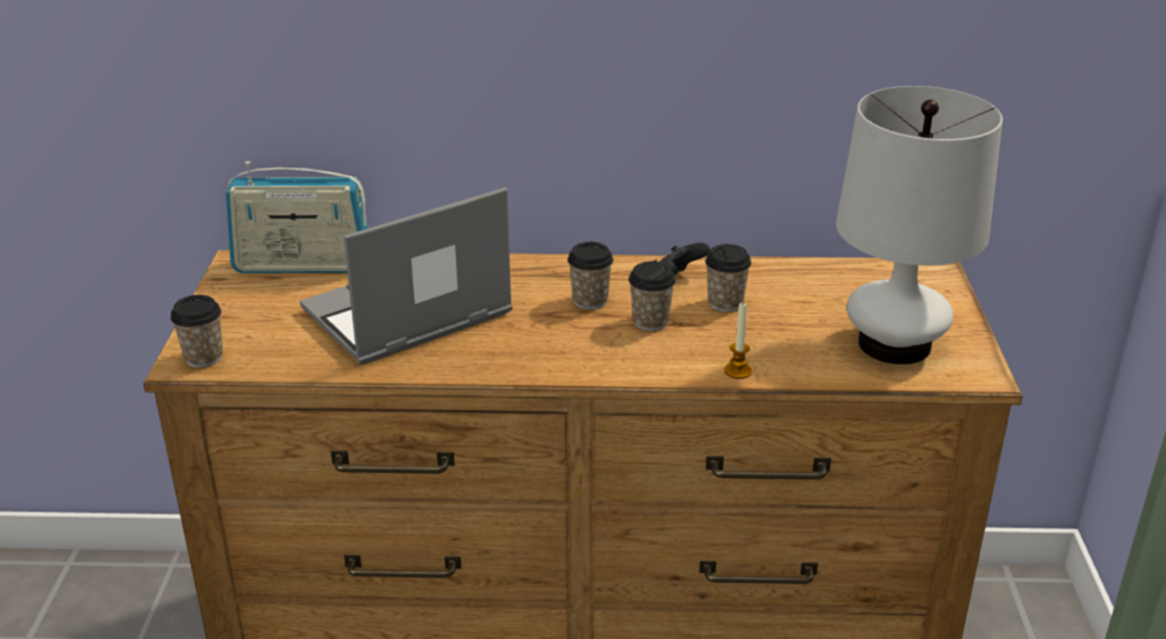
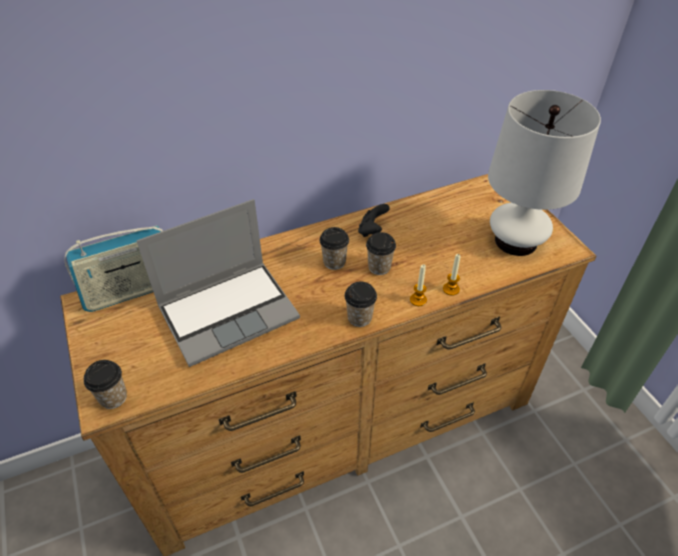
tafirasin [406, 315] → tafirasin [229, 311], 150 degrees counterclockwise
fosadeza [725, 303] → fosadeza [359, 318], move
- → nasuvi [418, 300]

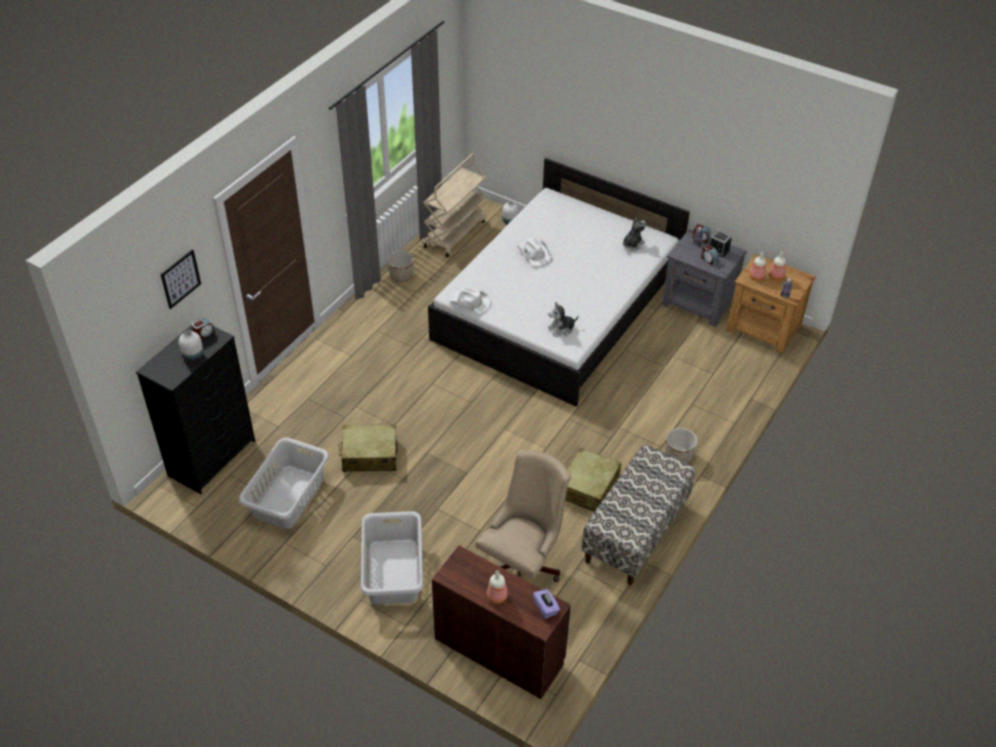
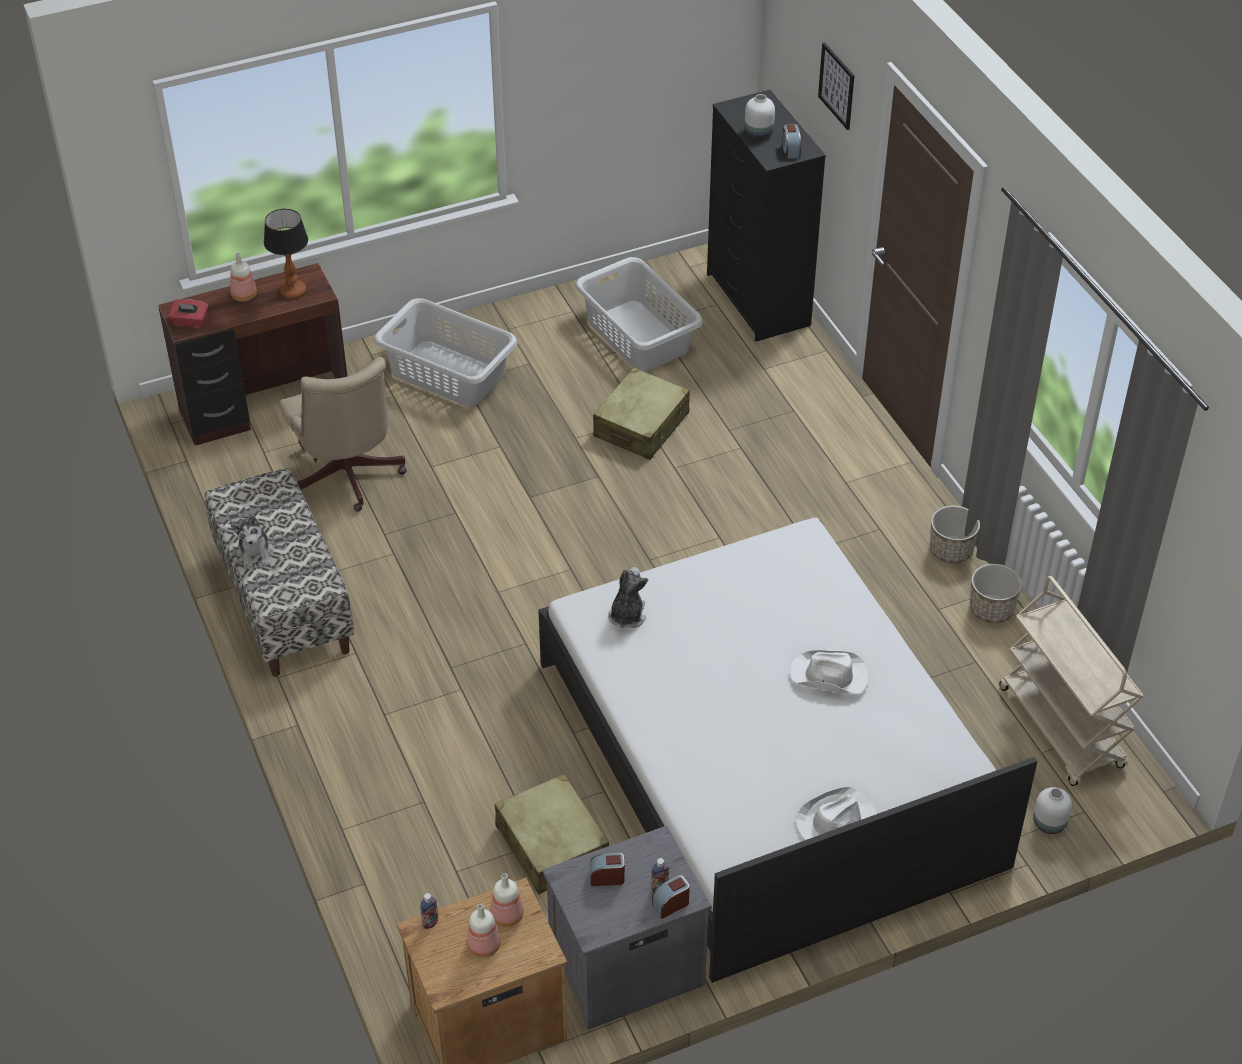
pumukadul [632, 244] → pumukadul [255, 553], move
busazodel [718, 250] → -
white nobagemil [470, 302] → white nobagemil [835, 821], move
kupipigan [678, 456] → kupipigan [951, 551], move
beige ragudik [588, 488] → beige ragudik [551, 845], move
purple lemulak [546, 608] → red lemulak [190, 322]
- → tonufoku [293, 291]

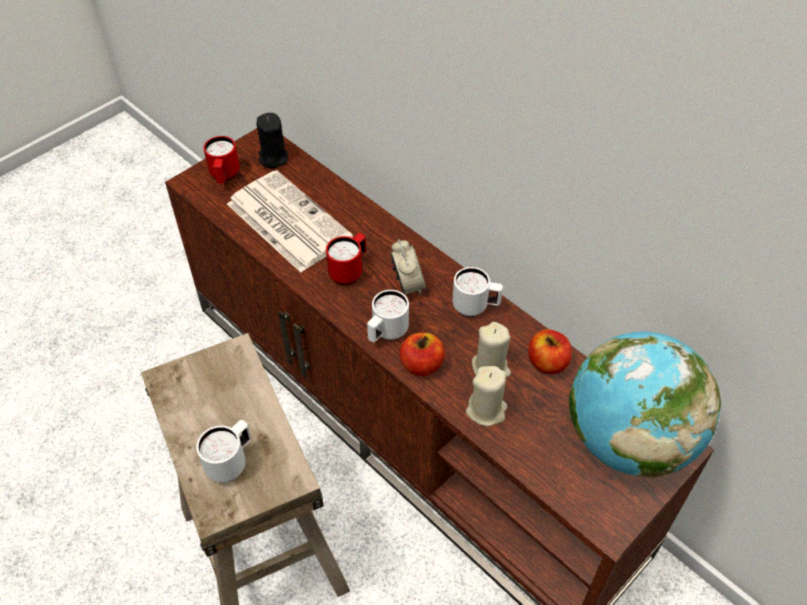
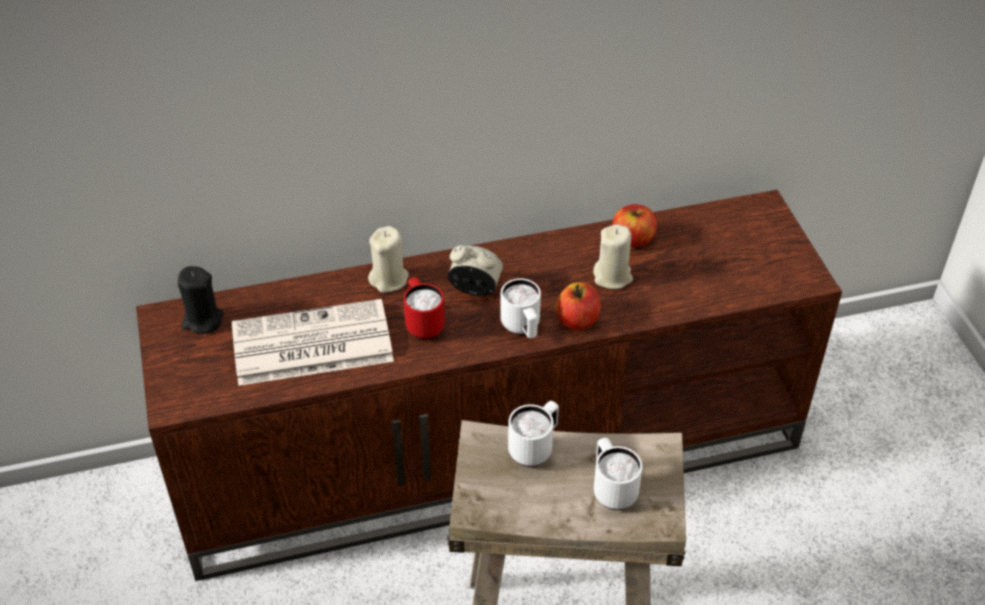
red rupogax [224, 177] → -
white rupogax [475, 307] → white rupogax [534, 448], move
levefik [628, 439] → -
beige nasuvi [486, 410] → beige nasuvi [389, 279], move

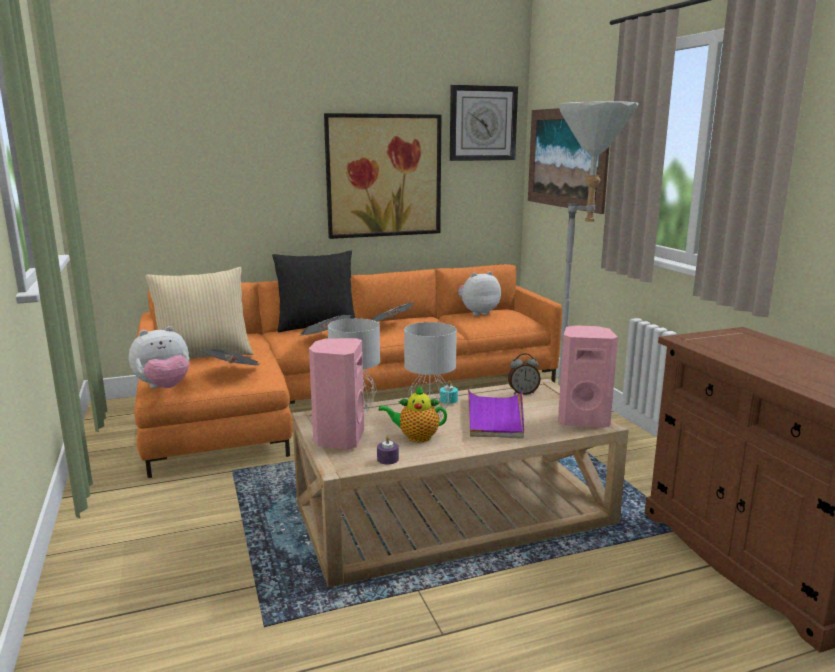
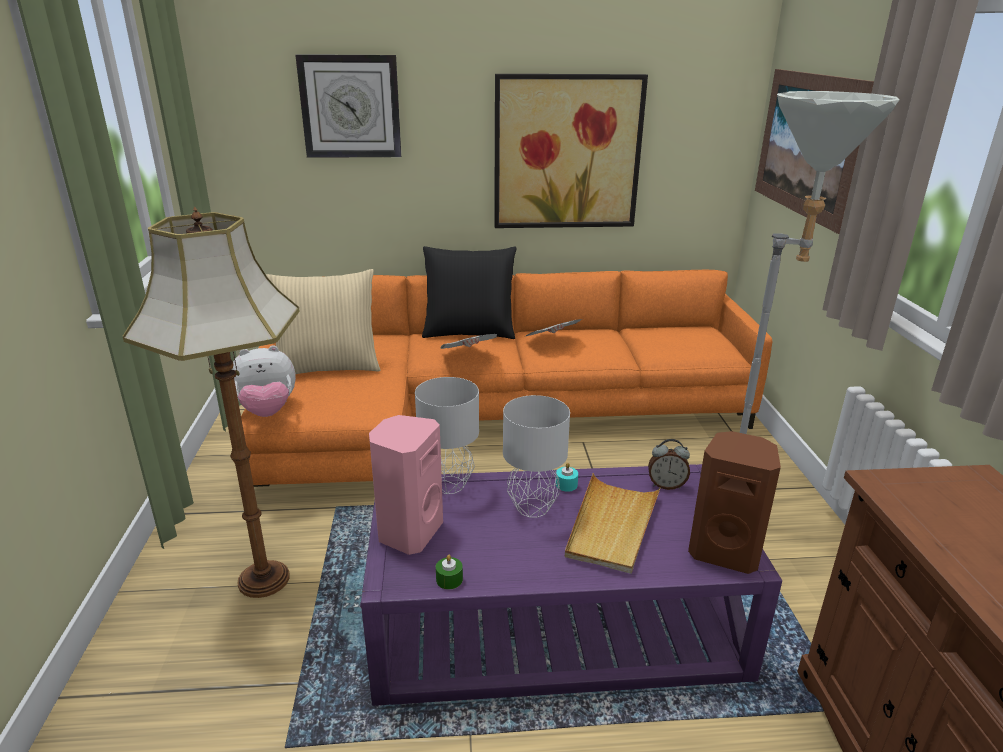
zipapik [482, 123] → zipapik [350, 107], move
pumukadul [478, 313] → -
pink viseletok [582, 420] → brown viseletok [724, 551]
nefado [234, 373] → -
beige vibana [453, 512] → purple vibana [554, 618]
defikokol [415, 437] → -
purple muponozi [495, 417] → beige muponozi [612, 526]
purple nasuvi [388, 459] → green nasuvi [449, 579]
- → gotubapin [262, 581]

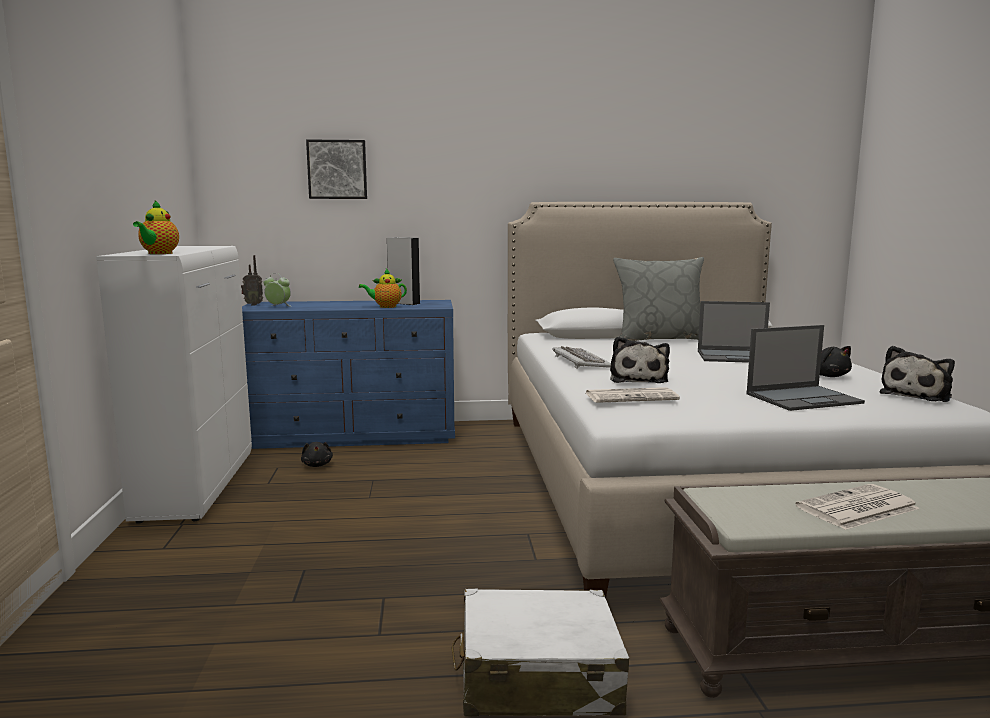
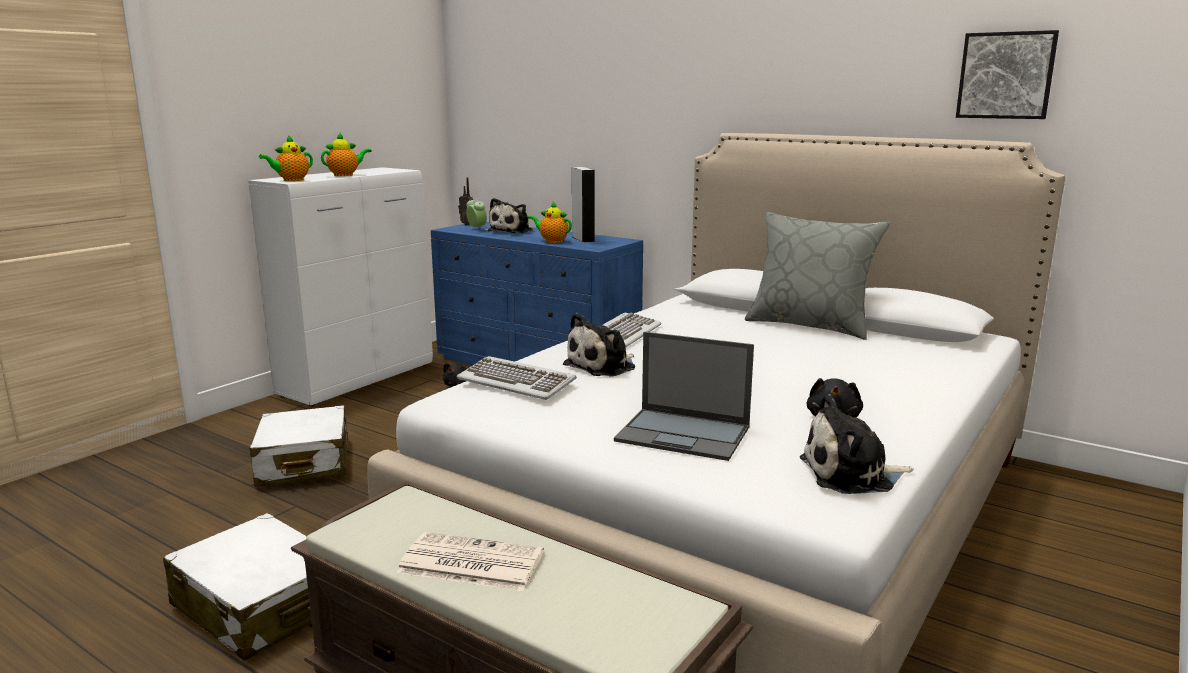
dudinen [337, 169] → dudinen [1006, 75], move
tafirasin [736, 357] → -
nefado [632, 396] → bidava [517, 382]
- → defikokol [345, 175]
- → pumukadul [512, 231]
- → white ragudik [304, 464]

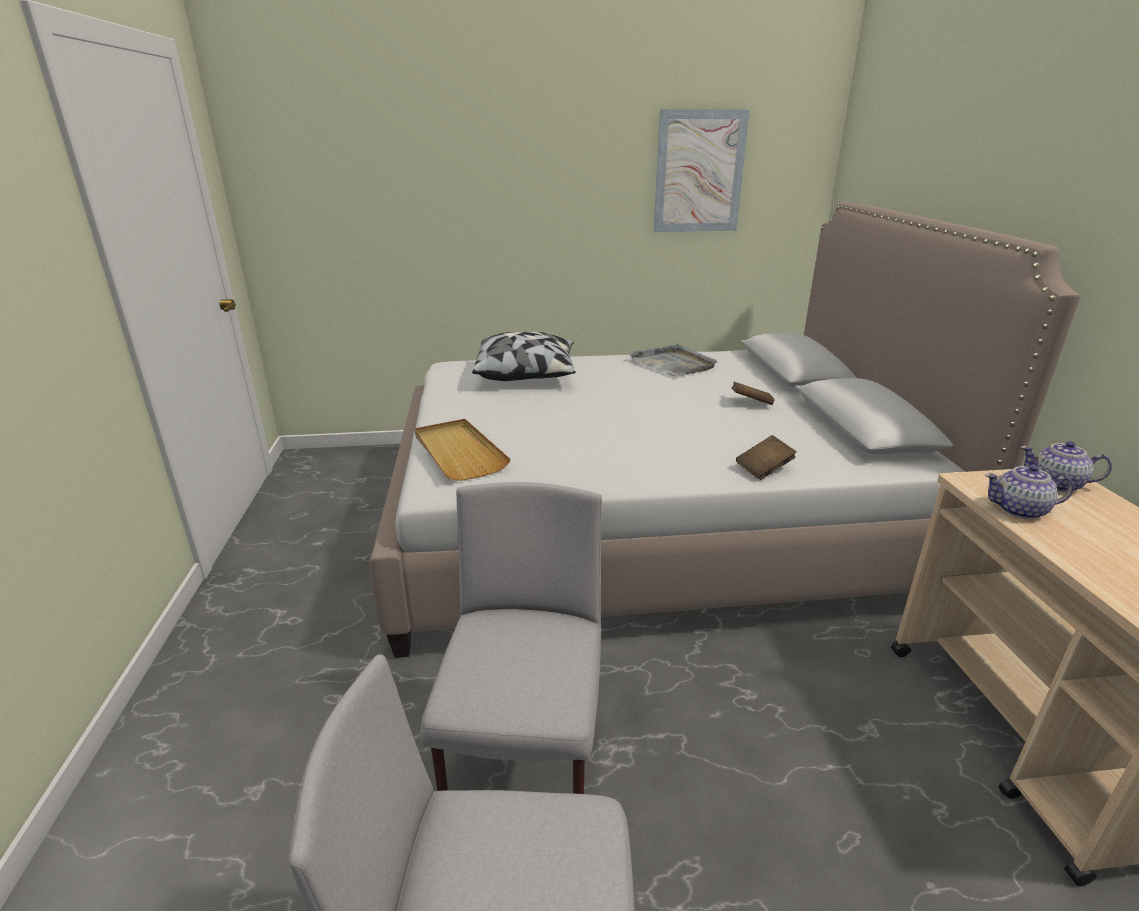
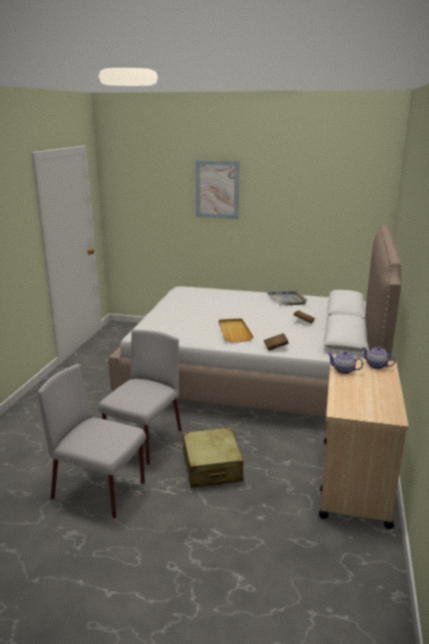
dudinen [699, 172] → dudinen [217, 189], move
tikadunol [526, 374] → -
beige muponozi [458, 452] → beige muponozi [234, 332], move
- → beige ragudik [211, 467]

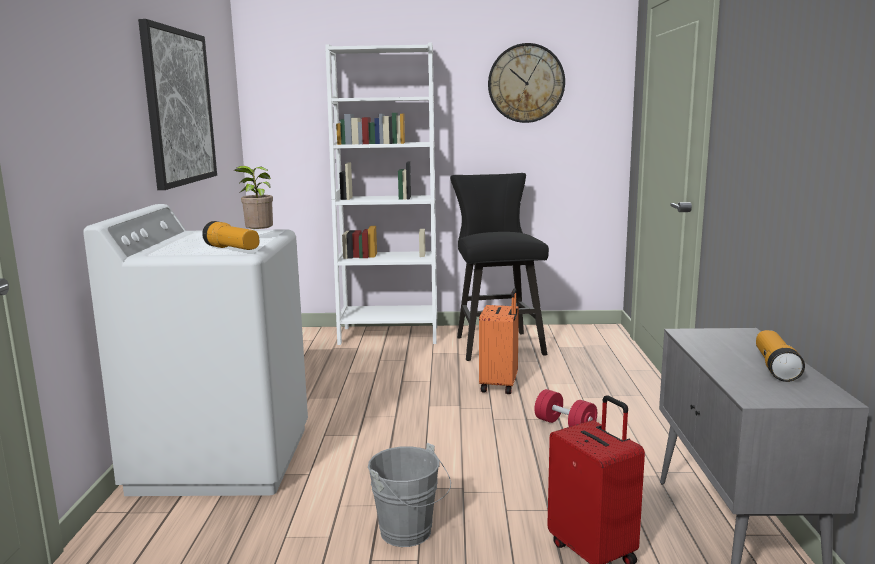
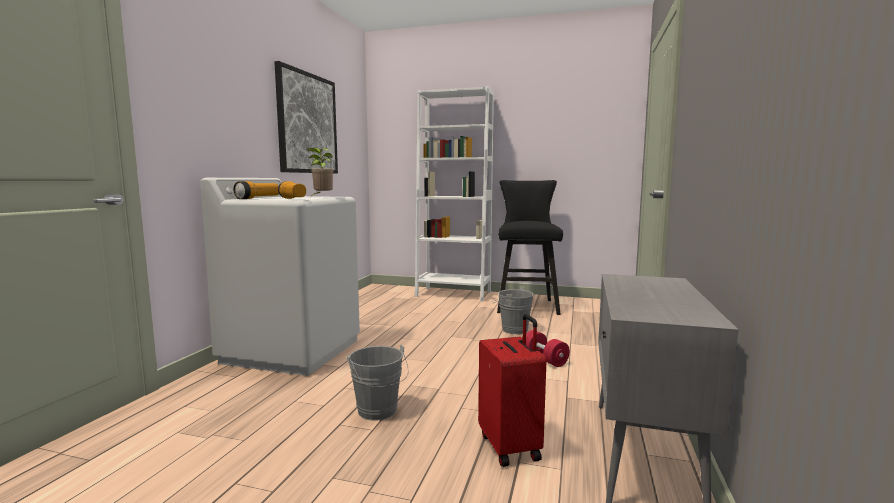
zipapik [526, 83] → -
orange ragudik [500, 385] → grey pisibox [512, 329]
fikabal [775, 367] → fikabal [258, 198], move

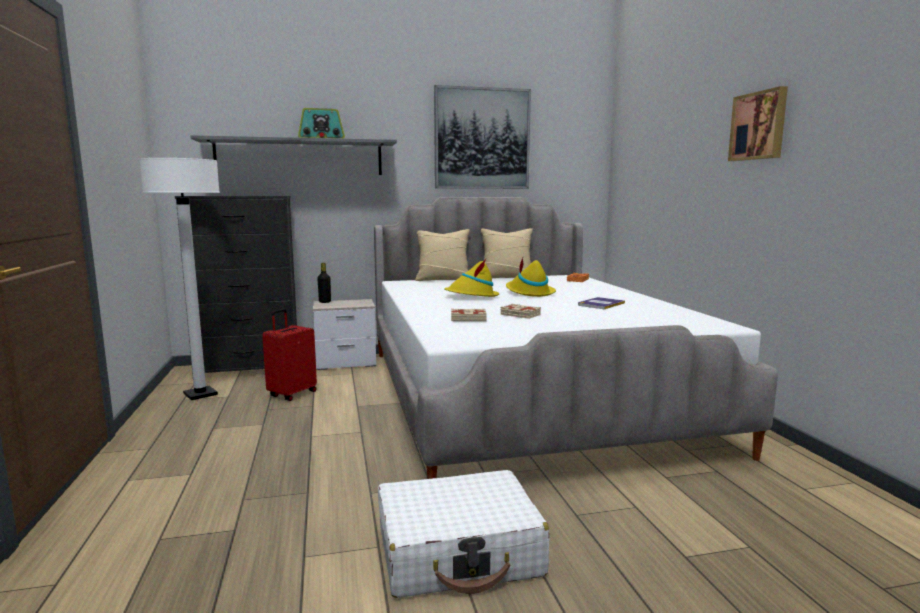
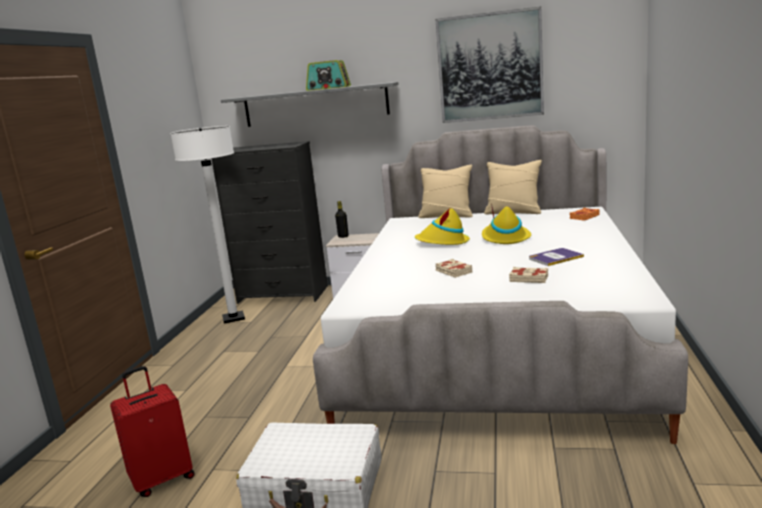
dudinen [759, 126] → -
red ragudik [292, 394] → red ragudik [162, 479], move
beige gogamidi [468, 319] → beige gogamidi [529, 278], move

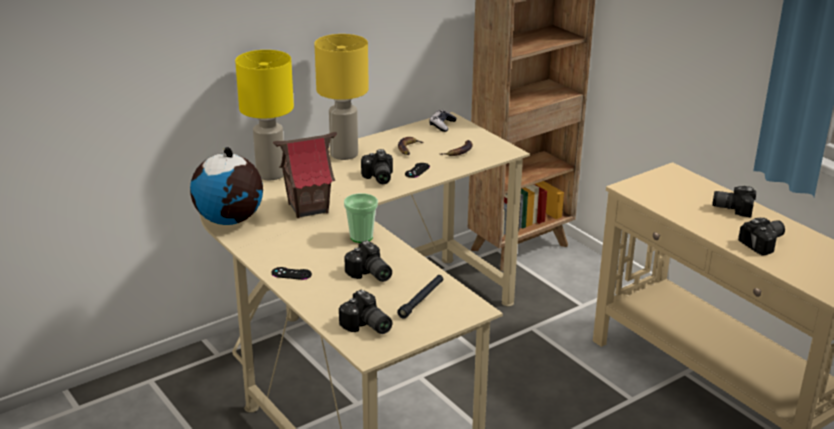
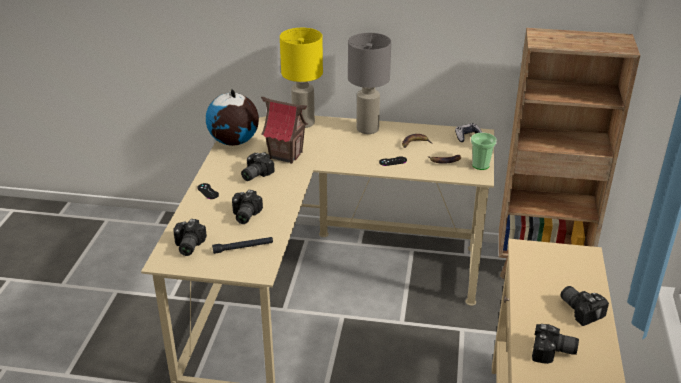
yellow tonufoku [344, 155] → grey tonufoku [367, 129]
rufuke [377, 178] → rufuke [254, 174], move
fosadeza [361, 237] → fosadeza [480, 165], move

